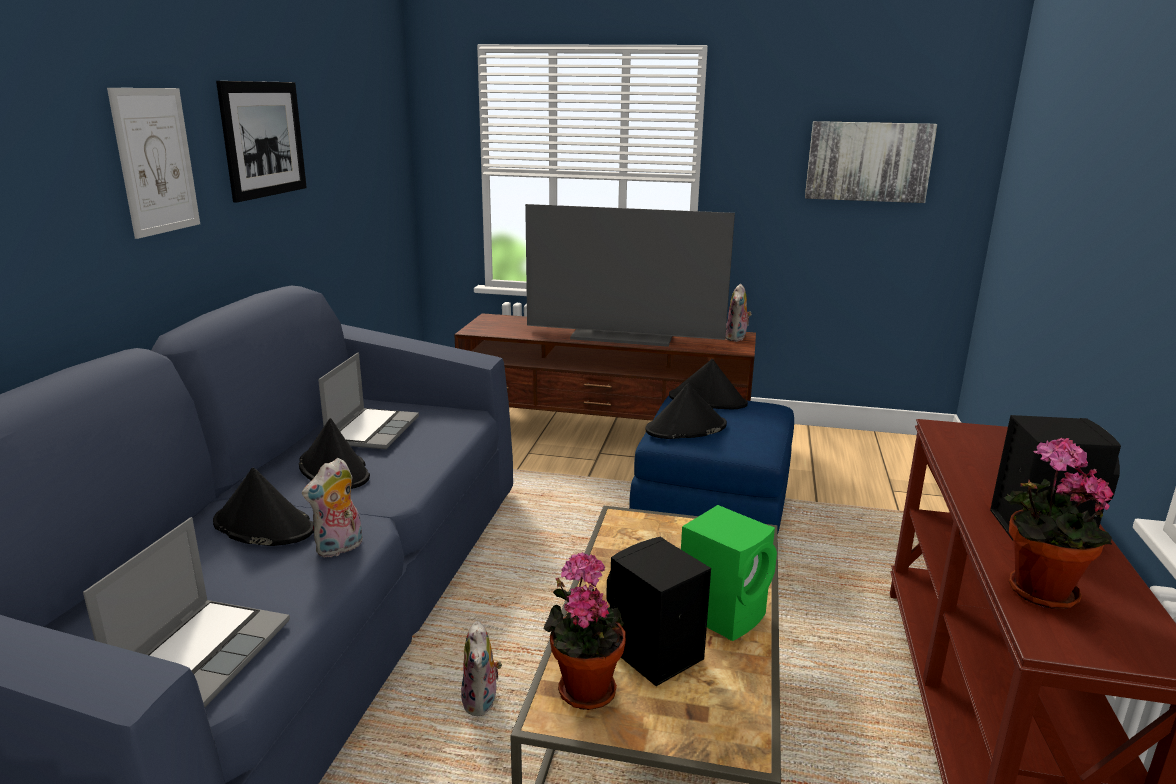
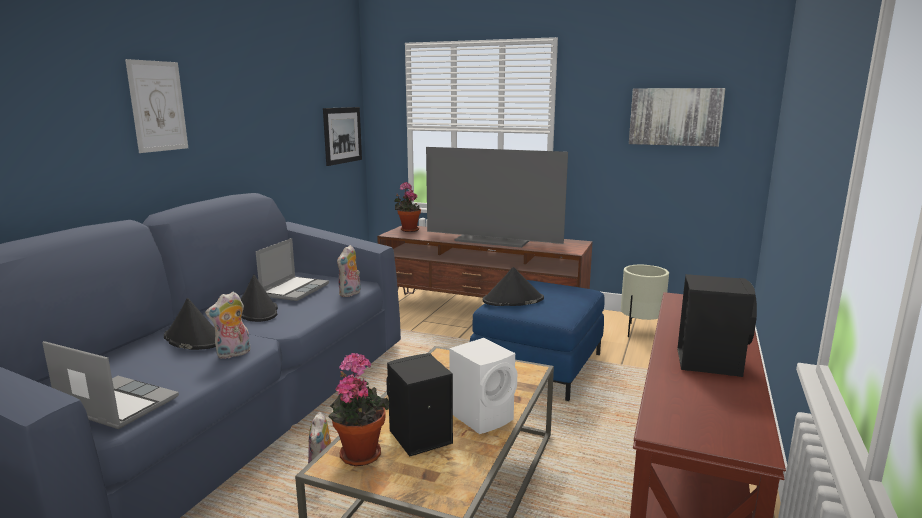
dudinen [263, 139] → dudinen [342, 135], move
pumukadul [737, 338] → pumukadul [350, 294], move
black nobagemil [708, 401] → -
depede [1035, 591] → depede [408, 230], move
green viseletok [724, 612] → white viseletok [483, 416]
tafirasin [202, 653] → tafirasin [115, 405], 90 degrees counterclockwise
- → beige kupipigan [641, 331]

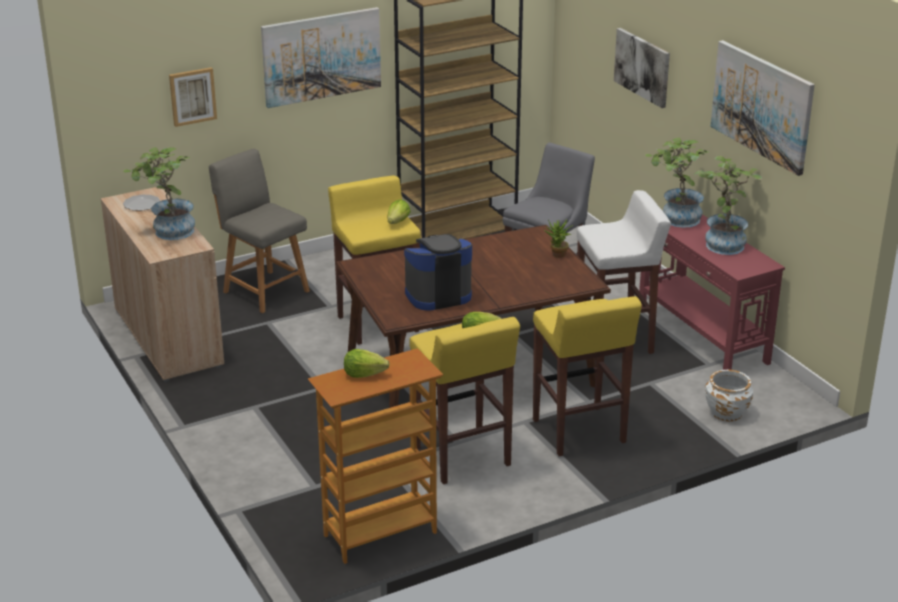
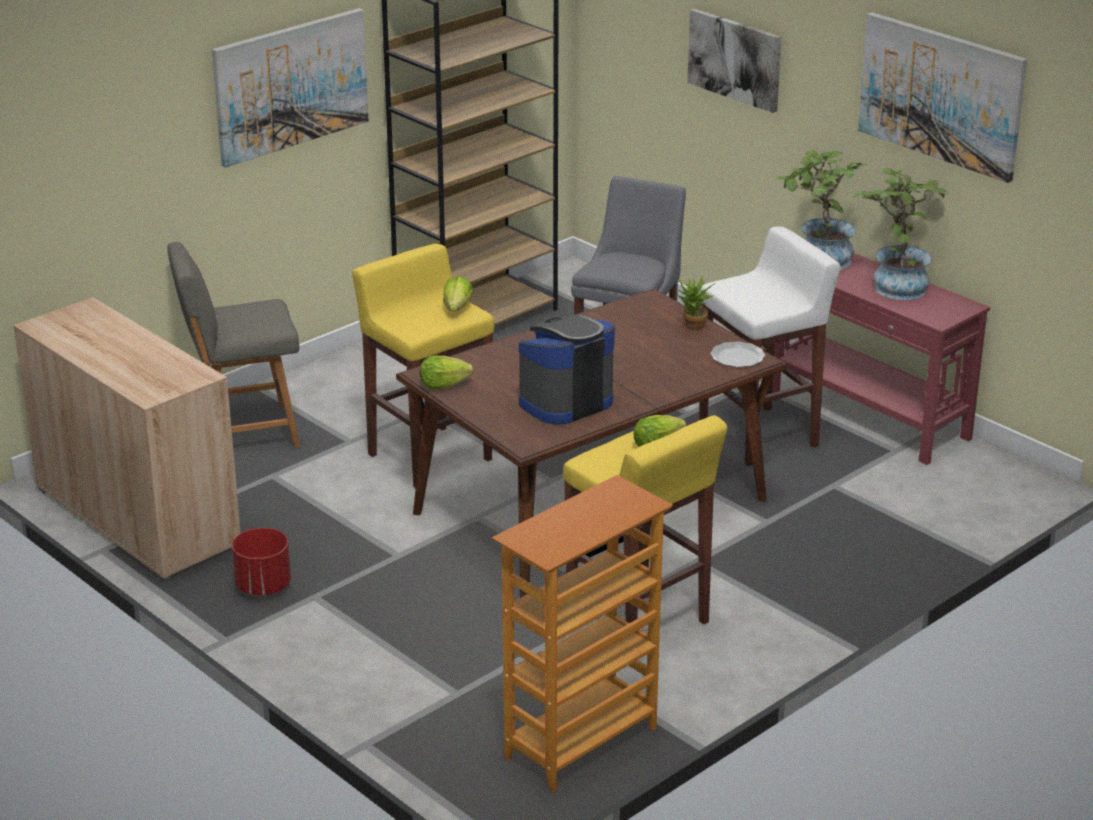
dudinen [192, 96] → -
depede [168, 232] → -
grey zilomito [264, 290] → grey zilomito [243, 432], 45 degrees counterclockwise
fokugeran [141, 204] → fokugeran [736, 357], move
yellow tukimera [579, 432] → -
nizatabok [364, 374] → nizatabok [443, 385], move
white kupipigan [726, 412] → -
- → red kupipigan [263, 587]

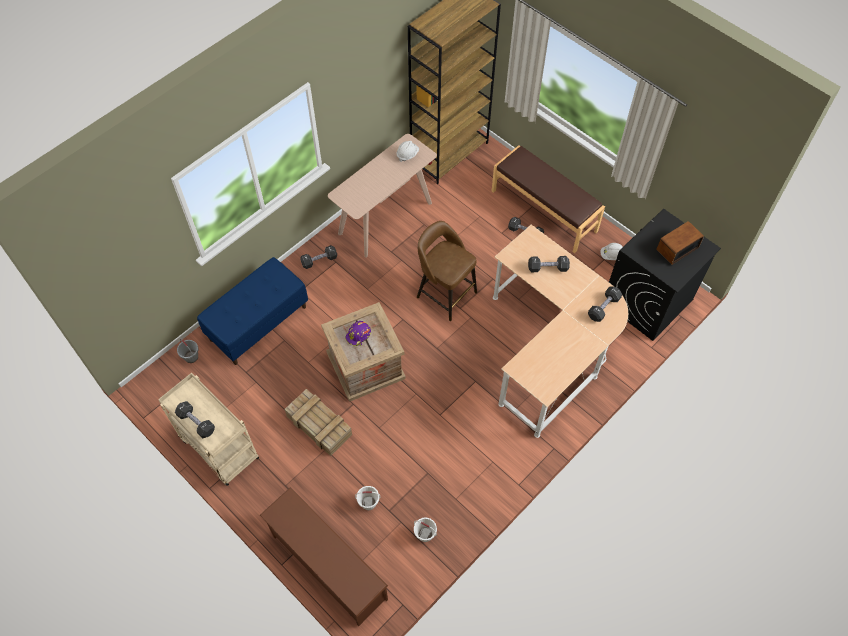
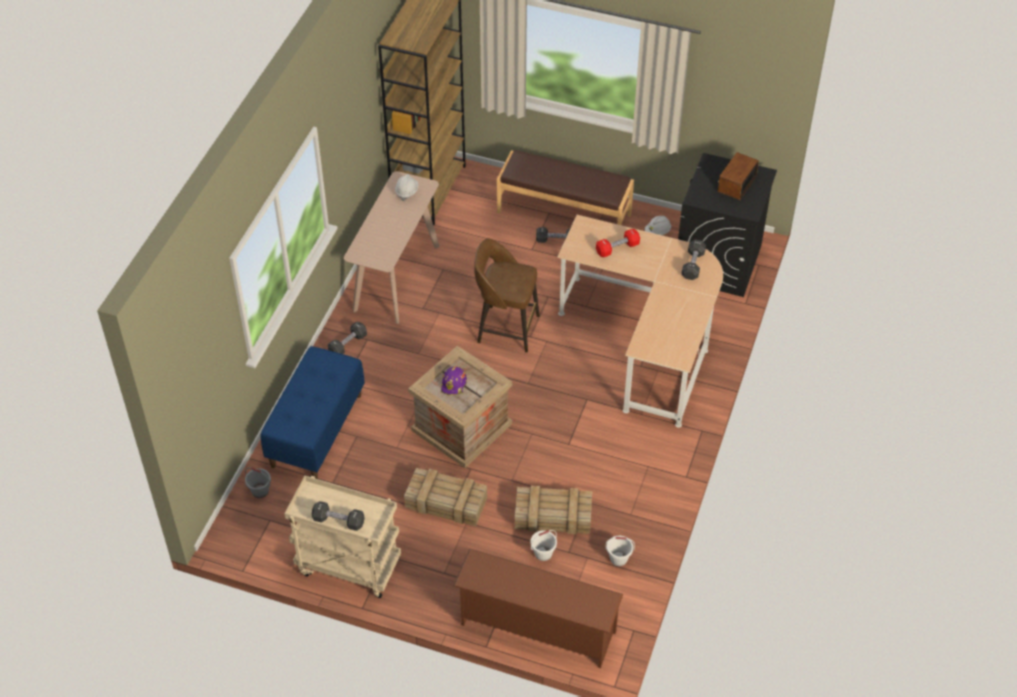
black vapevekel [547, 268] → red vapevekel [617, 248]
- → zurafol [552, 516]

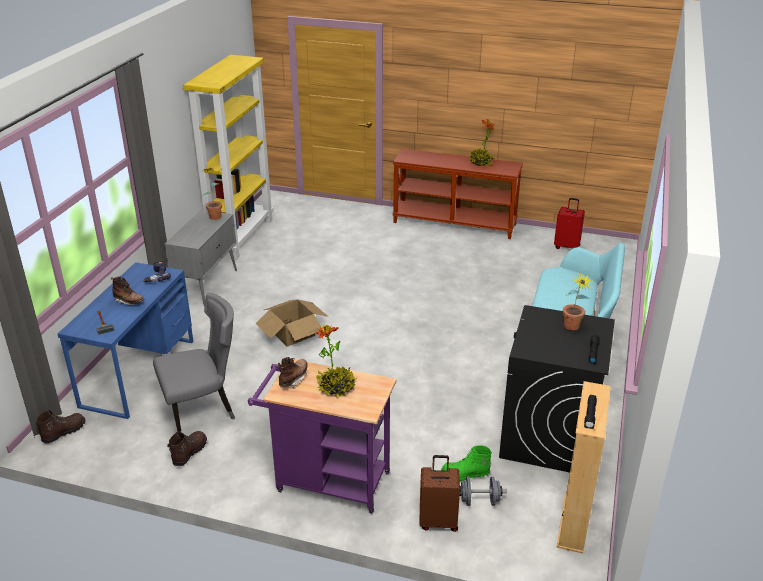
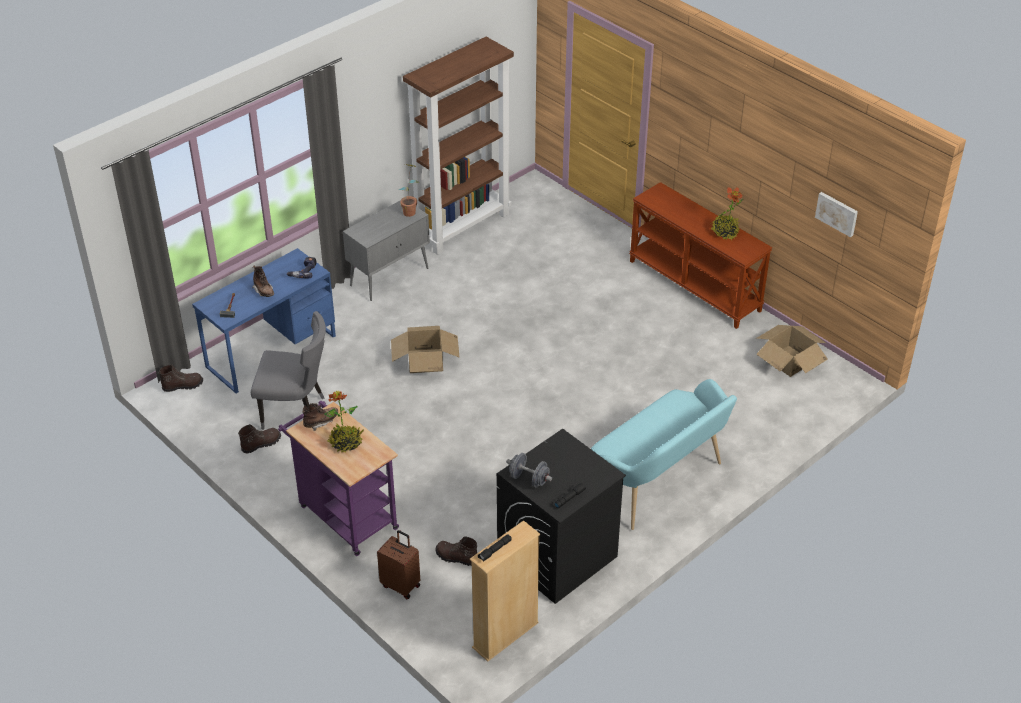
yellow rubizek [241, 236] → brown rubizek [463, 226]
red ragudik [567, 246] → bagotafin [789, 361]
depede [572, 328] → -
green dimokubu [465, 474] → brown dimokubu [456, 558]
grey vapevekel [479, 501] → grey vapevekel [529, 479], move
- → dudinen [837, 213]

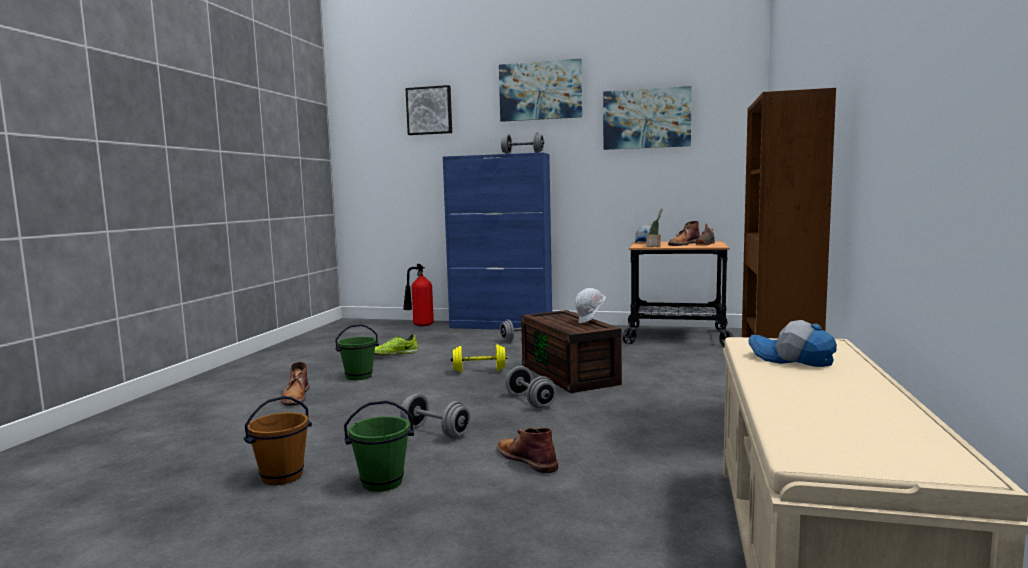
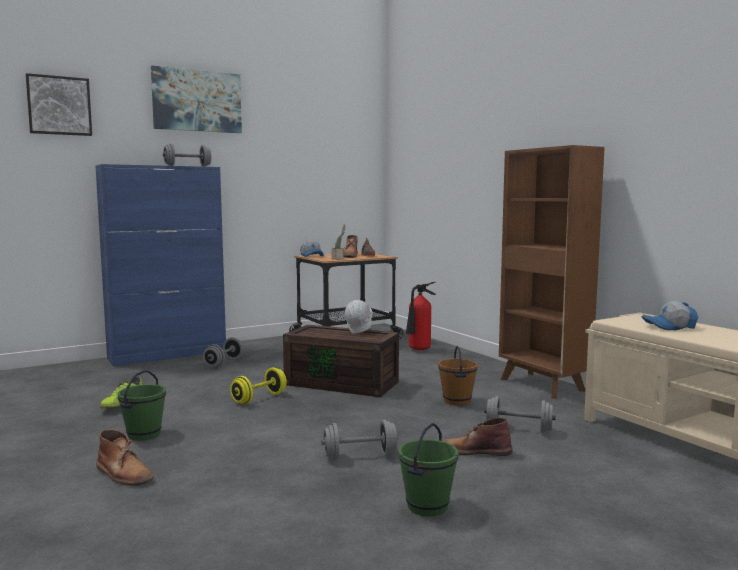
dudinen [646, 119] → -
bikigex [420, 326] → bikigex [418, 350], move
grey vapevekel [530, 401] → grey vapevekel [518, 429], move
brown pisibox [282, 476] → brown pisibox [456, 401], move

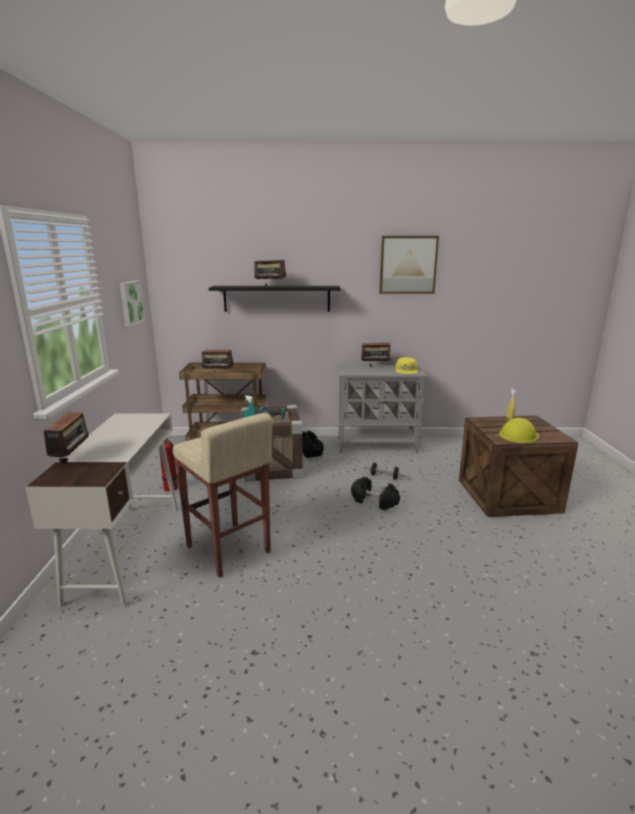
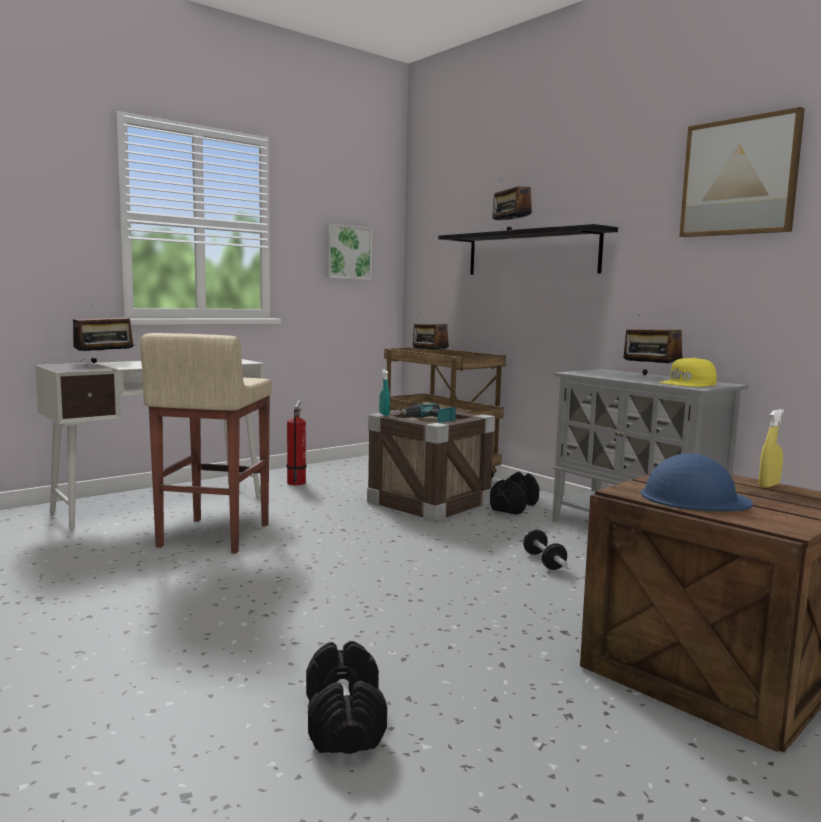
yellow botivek [518, 435] → blue botivek [694, 498]
black vapevekel [374, 501] → black vapevekel [345, 722], move

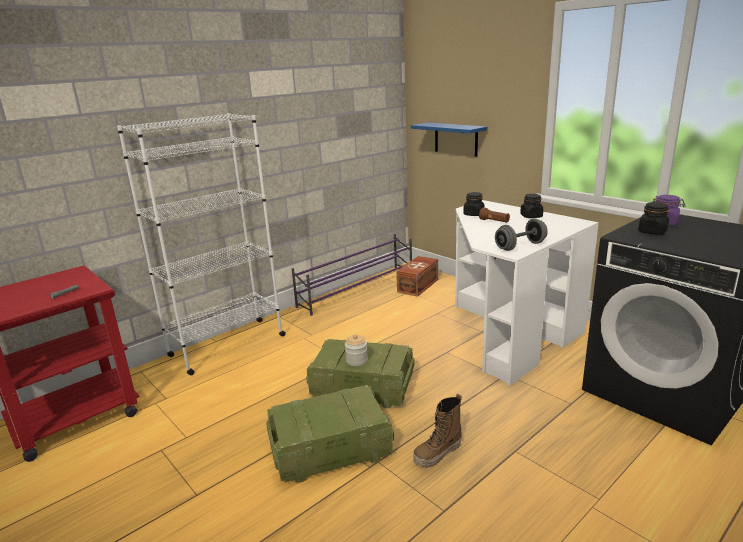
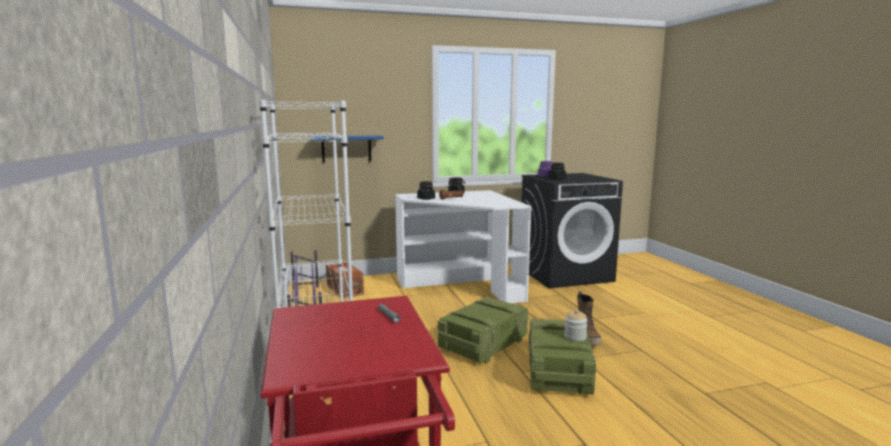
grey vapevekel [520, 246] → -
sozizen [356, 361] → sozizen [575, 337], move

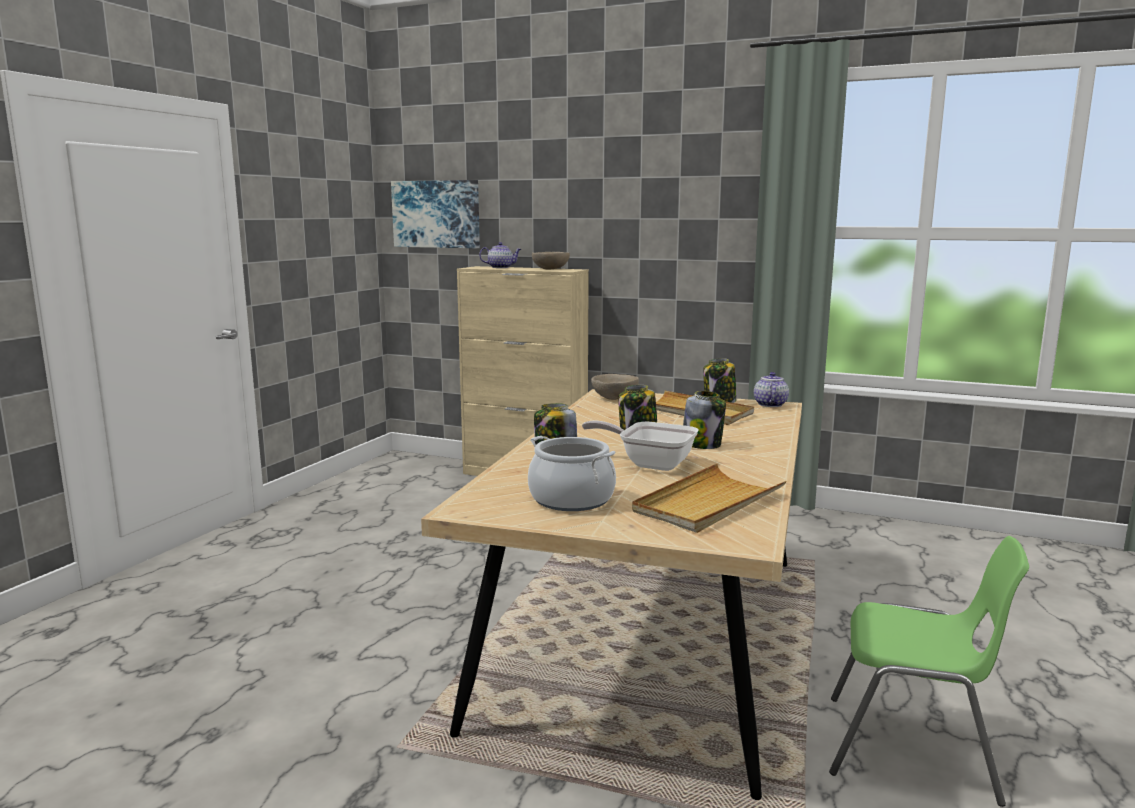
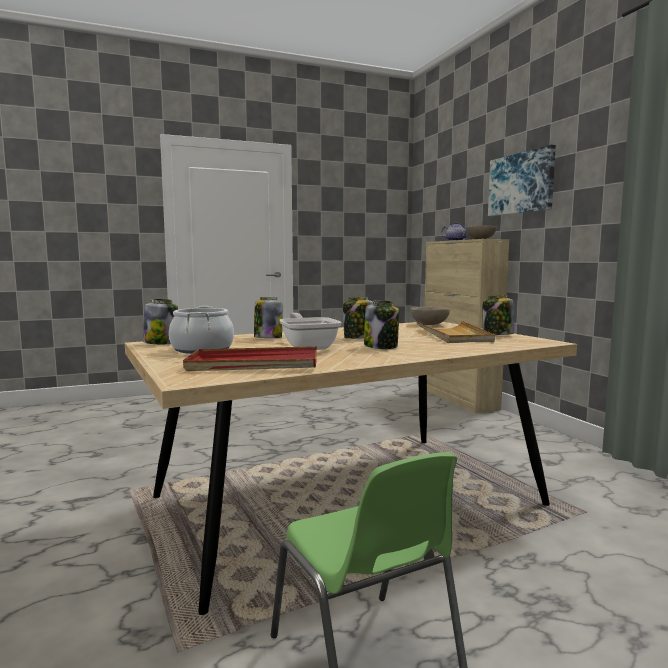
dudinen [436, 214] → dudinen [521, 183], move
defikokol [769, 404] → -
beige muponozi [708, 503] → red muponozi [253, 364]
- → sozizen [161, 343]

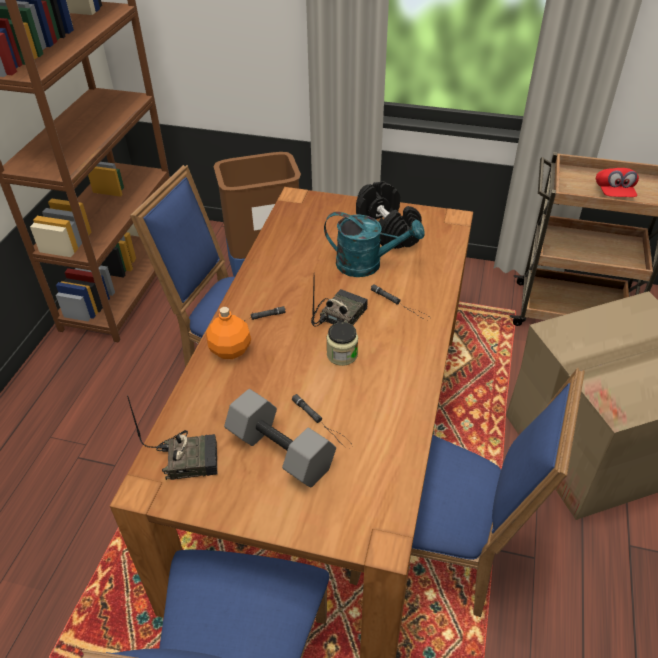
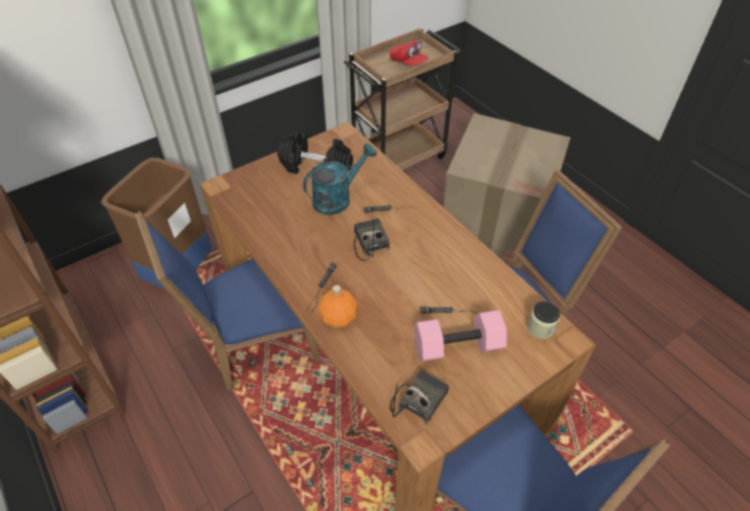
sozizen [342, 355] → sozizen [540, 328], move
grey vapevekel [282, 450] → pink vapevekel [458, 345]

